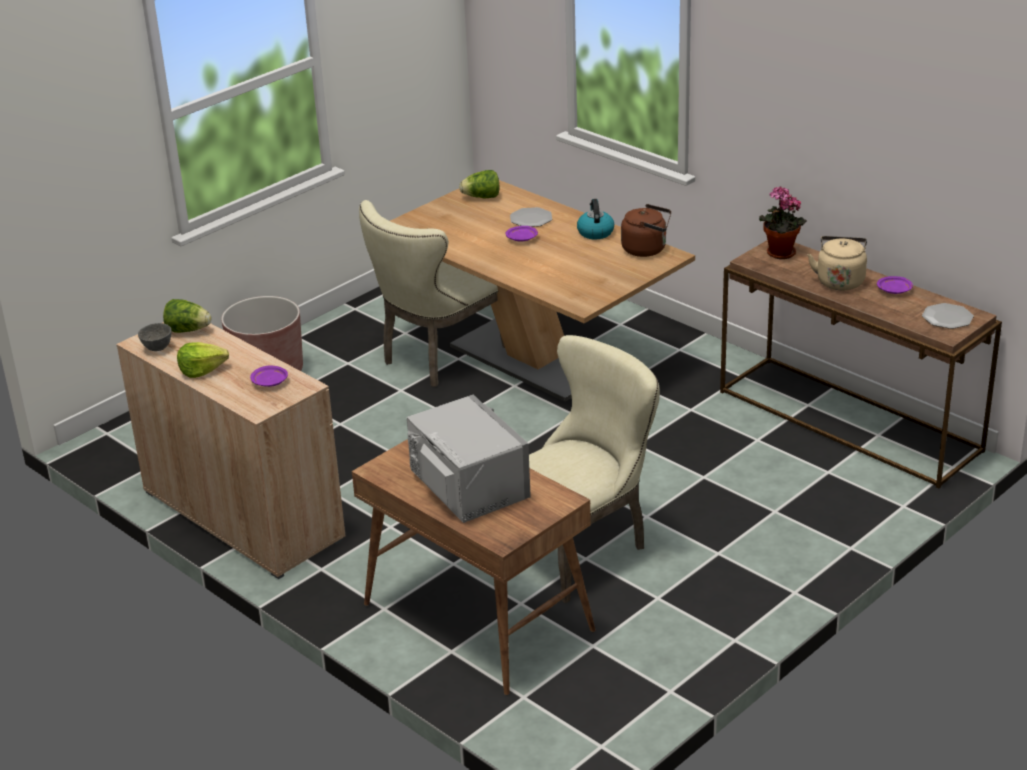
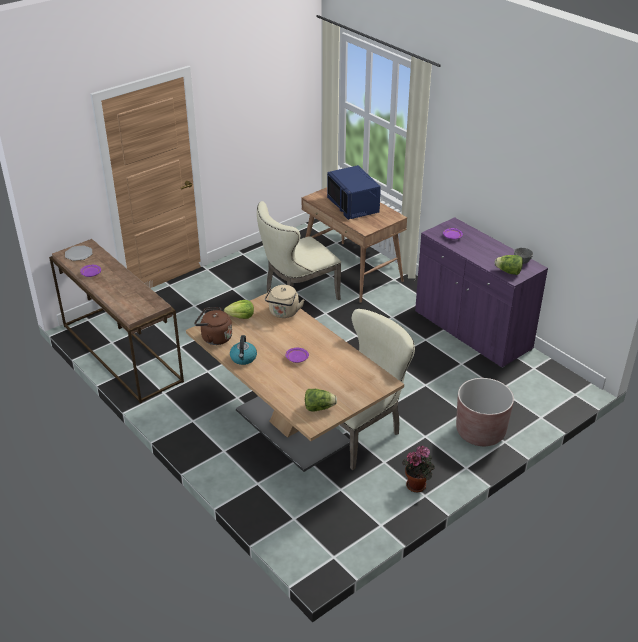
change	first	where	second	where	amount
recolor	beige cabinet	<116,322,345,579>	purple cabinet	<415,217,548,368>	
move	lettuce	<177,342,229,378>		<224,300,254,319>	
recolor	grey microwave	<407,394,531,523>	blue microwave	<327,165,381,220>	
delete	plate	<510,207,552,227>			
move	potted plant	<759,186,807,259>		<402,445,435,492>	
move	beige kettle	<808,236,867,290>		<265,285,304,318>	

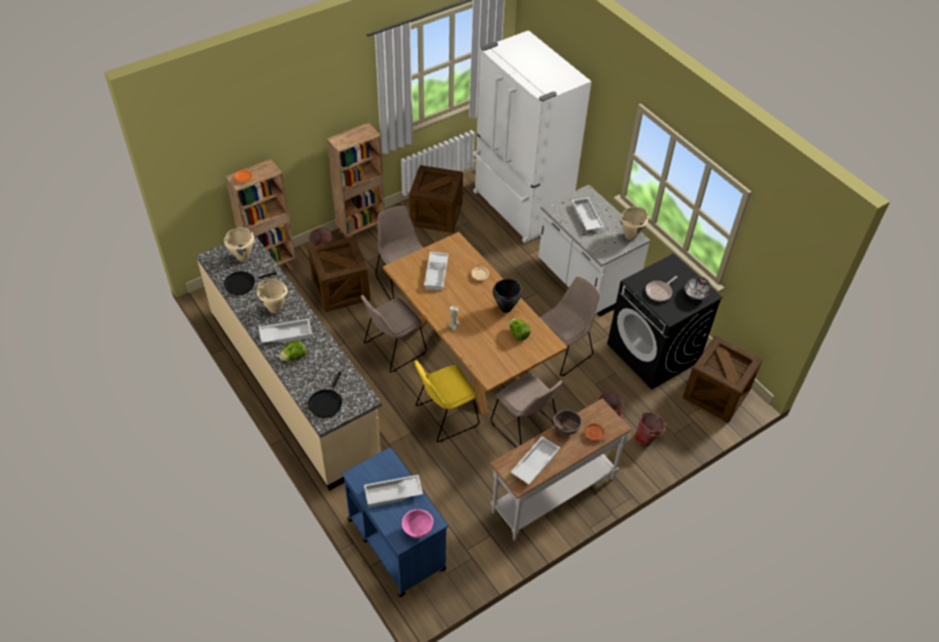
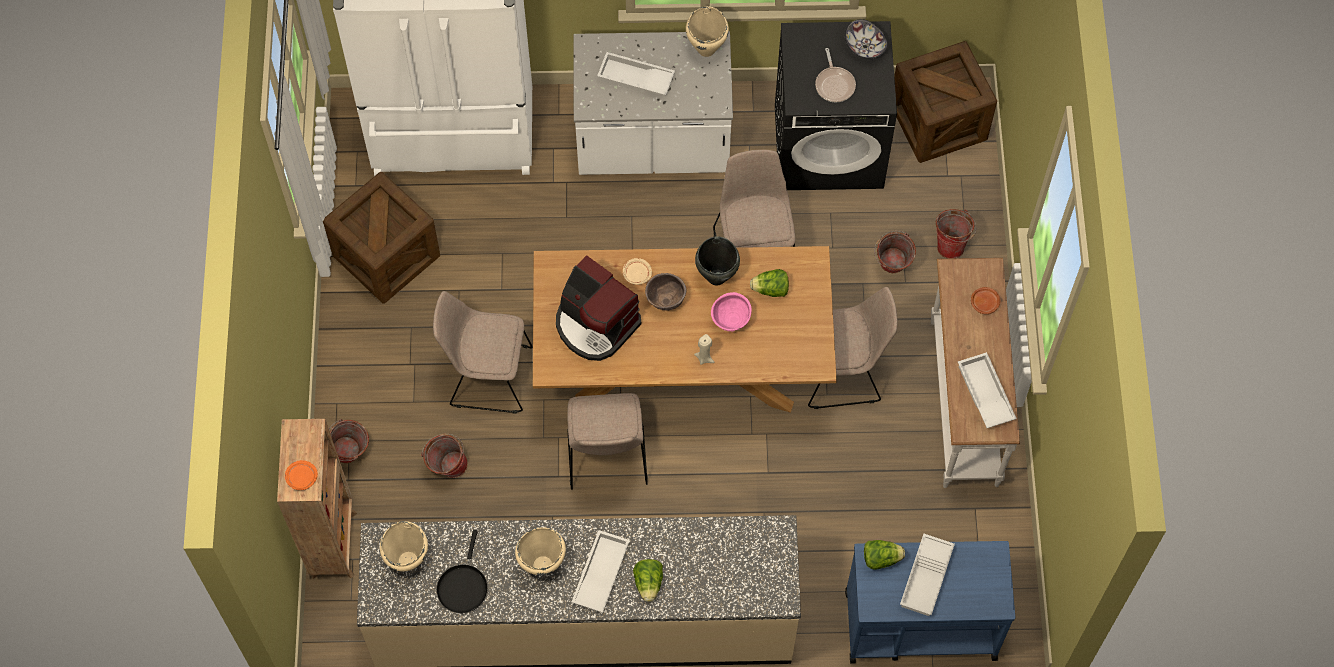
change	first	where	second	where	amount
replace	crate	<308,237,370,312>	bucket	<421,433,468,478>	
delete	black frying pan	<308,371,342,418>			
delete	brown bookcase	<327,122,385,237>			
move	pink bowl	<402,509,433,538>		<711,292,752,332>	
delete	yellow chair	<415,360,479,442>			
replace	white tray	<424,252,449,290>	coffee machine	<556,255,641,361>	
move	brown bowl	<553,410,582,435>		<645,273,686,311>	
insert			lettuce	<864,540,905,570>	

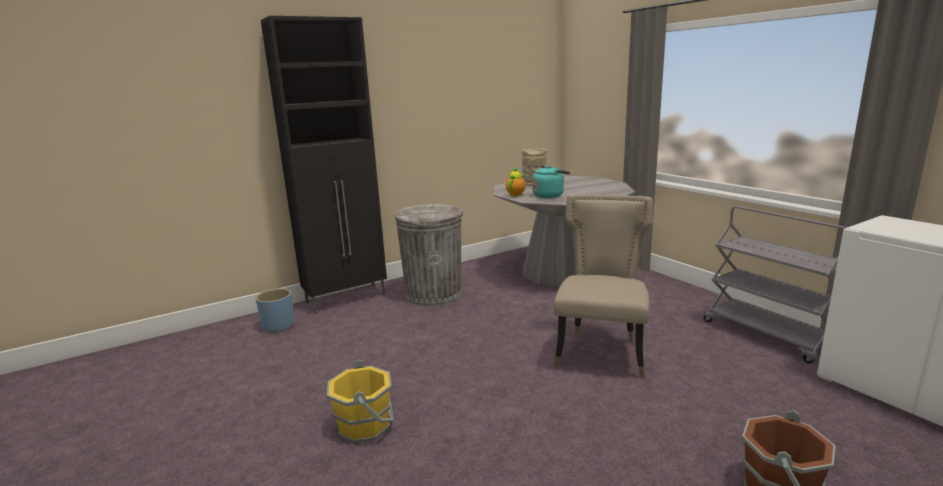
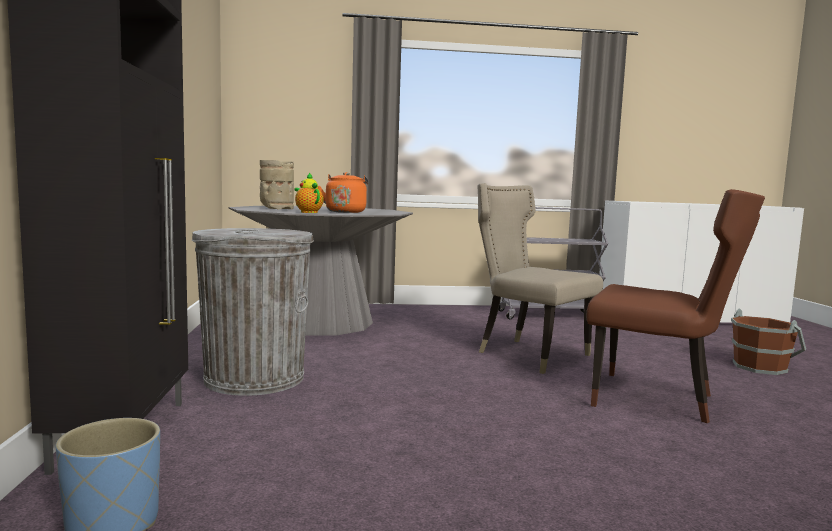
change	first	where	second	where	amount
delete	yellow bucket	<327,360,394,443>			
recolor	turquoise kettle	<532,166,570,198>	orange kettle	<318,172,369,213>	
insert			brown chair	<587,189,765,423>	

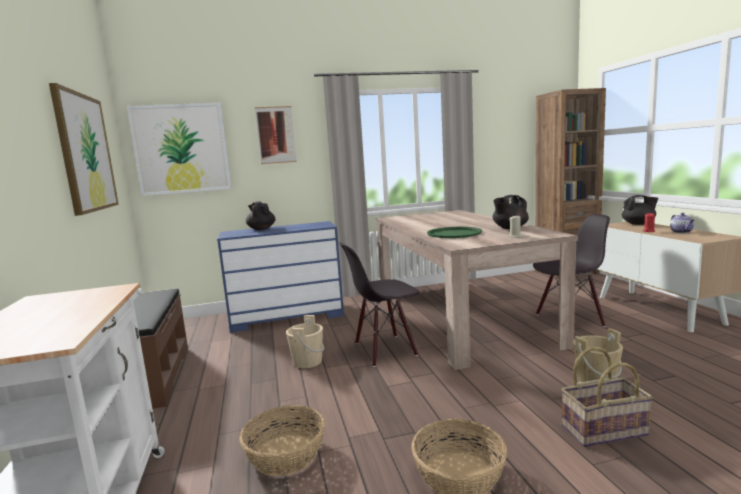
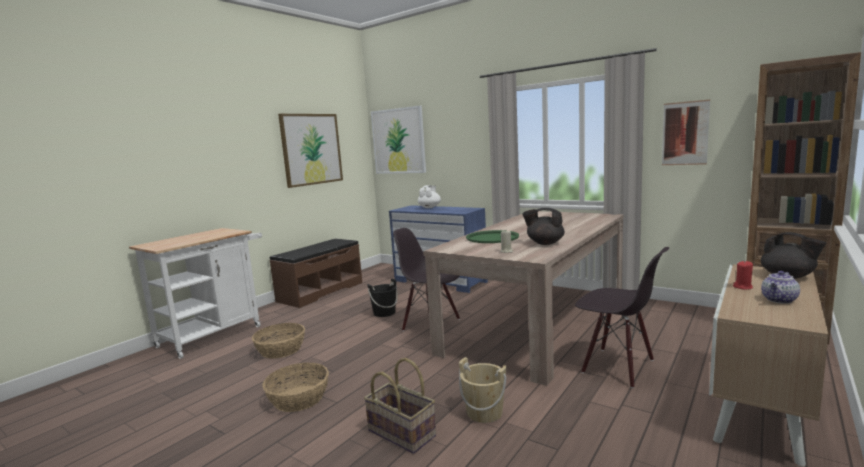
change	first	where	second	where	amount
recolor	black teapot	<246,201,275,230>	white teapot	<418,185,441,208>	
move	picture	<255,106,297,164>		<662,100,710,165>	
recolor	beige bucket	<286,315,324,368>	black bucket	<367,279,398,317>	

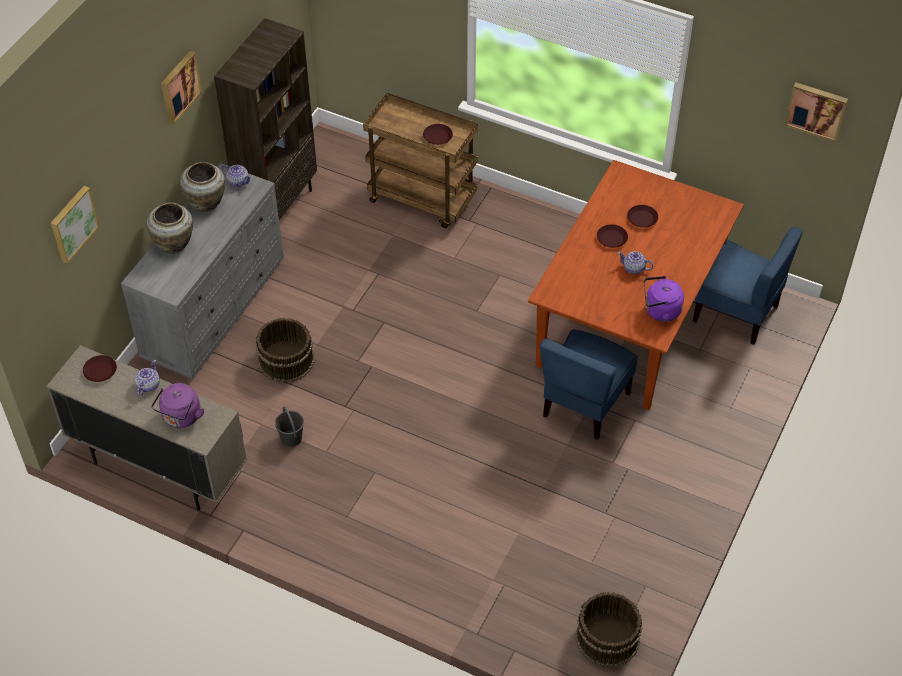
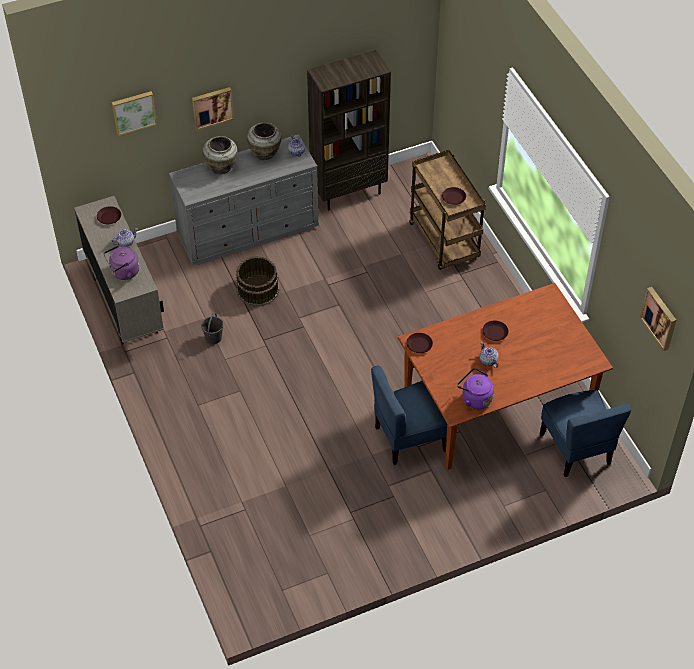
change	first	where	second	where	amount
move	picture	<161,51,203,125>		<192,87,234,131>	
delete	brown bucket	<576,592,642,667>			
move	brown plate	<627,205,658,228>		<407,333,433,353>	

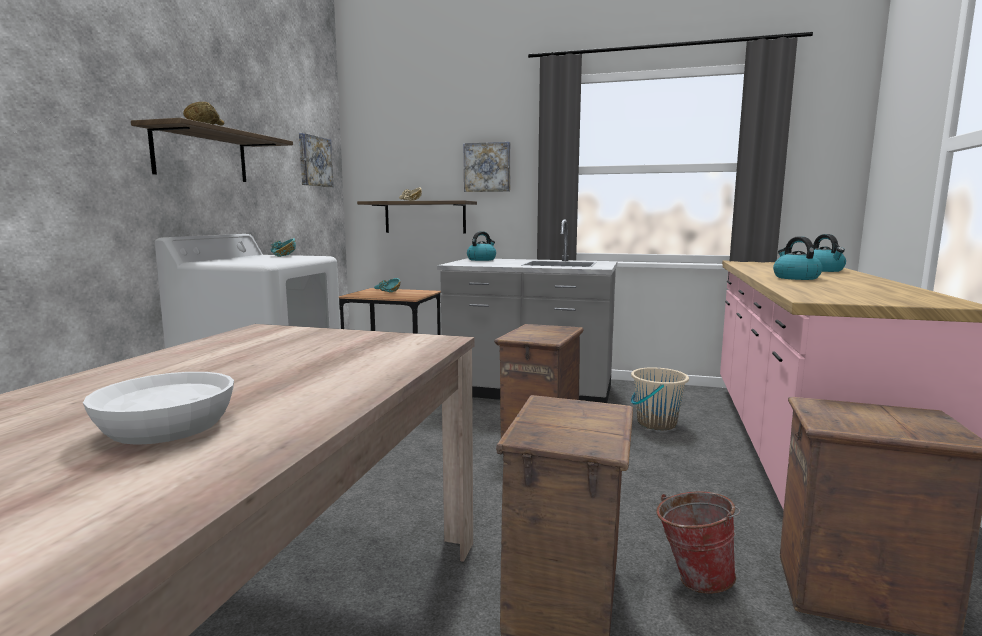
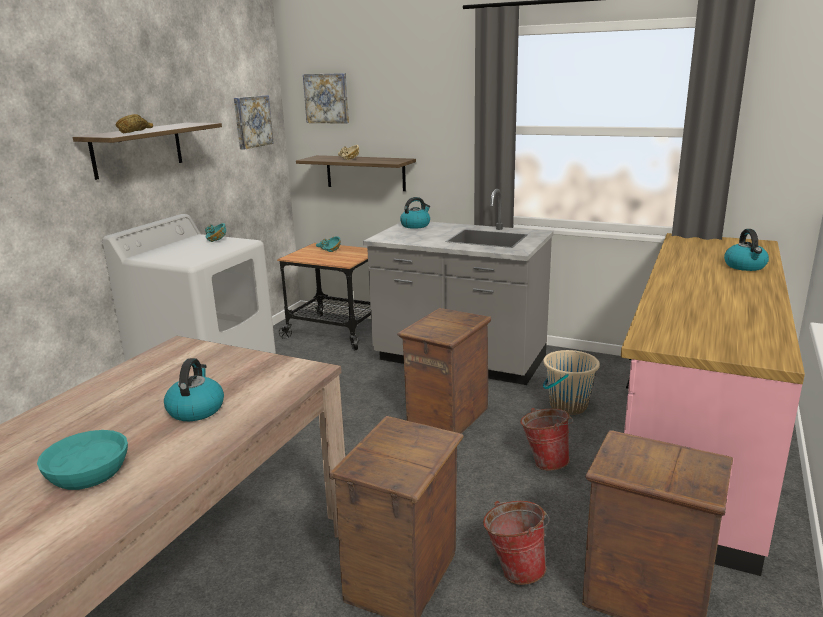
change	first	where	second	where	amount
recolor	white bowl	<83,372,234,445>	turquoise bowl	<37,430,128,490>	
move	picture	<464,142,510,192>		<303,73,349,124>	
move	kettle	<773,236,823,280>		<164,358,224,421>	
insert			bucket	<520,408,573,470>	

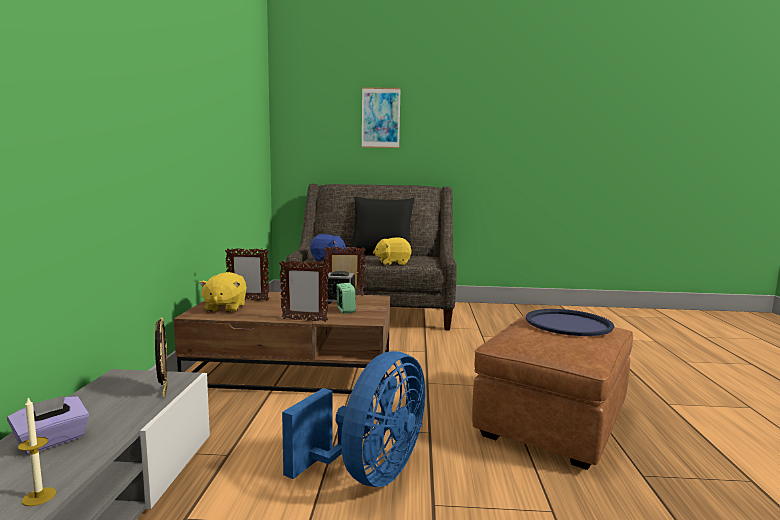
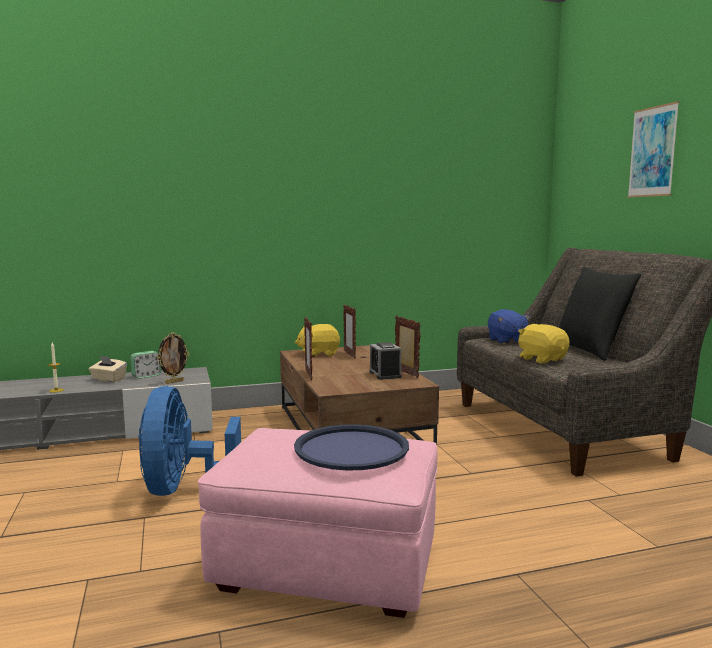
change	first	where	second	where	amount
recolor	purple tissue box	<7,395,90,455>	beige tissue box	<89,356,127,382>	
rotate	blue fan	<282,351,425,487>		<139,386,241,496>	75 degrees clockwise
move	alarm clock	<336,283,356,314>		<130,351,161,379>	
recolor	brown ottoman	<472,314,633,470>	pink ottoman	<198,428,438,618>	

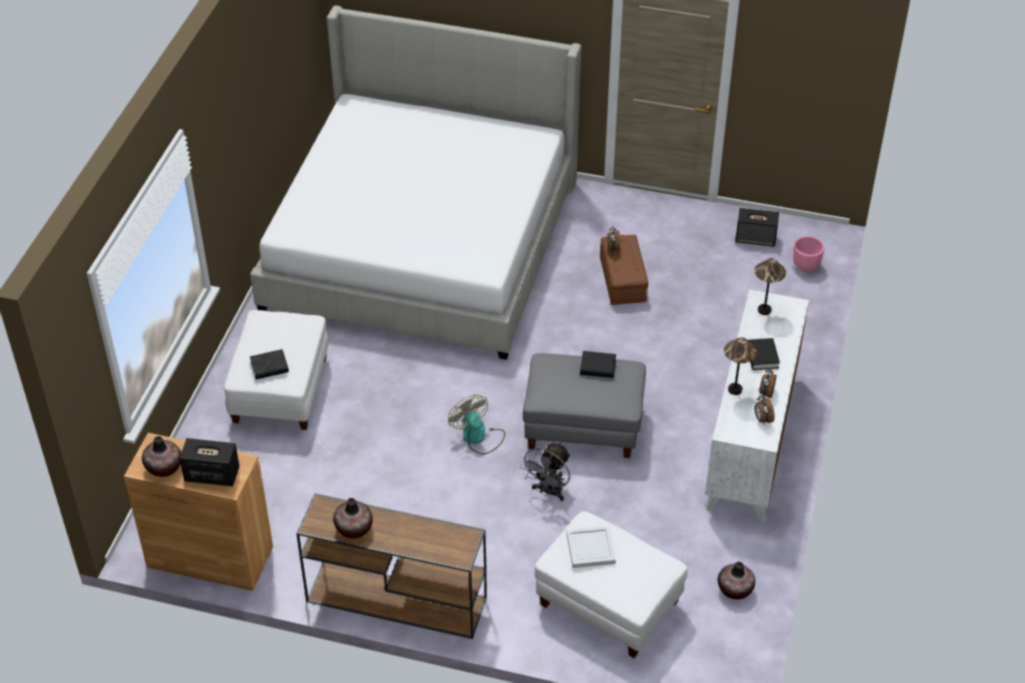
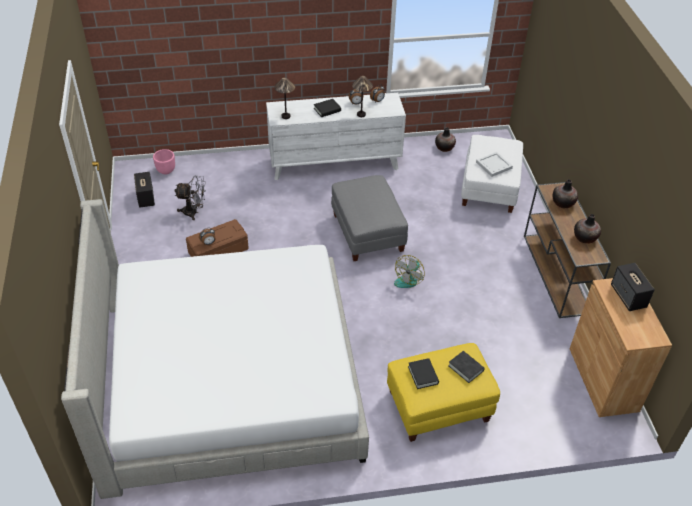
change	first	where	second	where	amount
move	vase	<142,436,181,477>		<553,179,578,208>	
recolor	white ottoman	<224,310,328,430>	yellow ottoman	<387,343,500,442>	
move	grey fan	<520,442,570,501>		<175,175,206,220>	
move	black book	<580,351,616,378>		<408,358,439,389>	

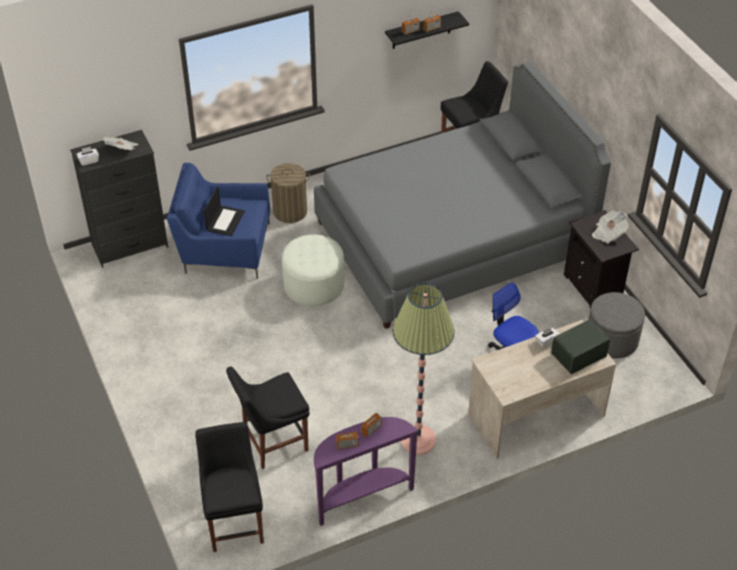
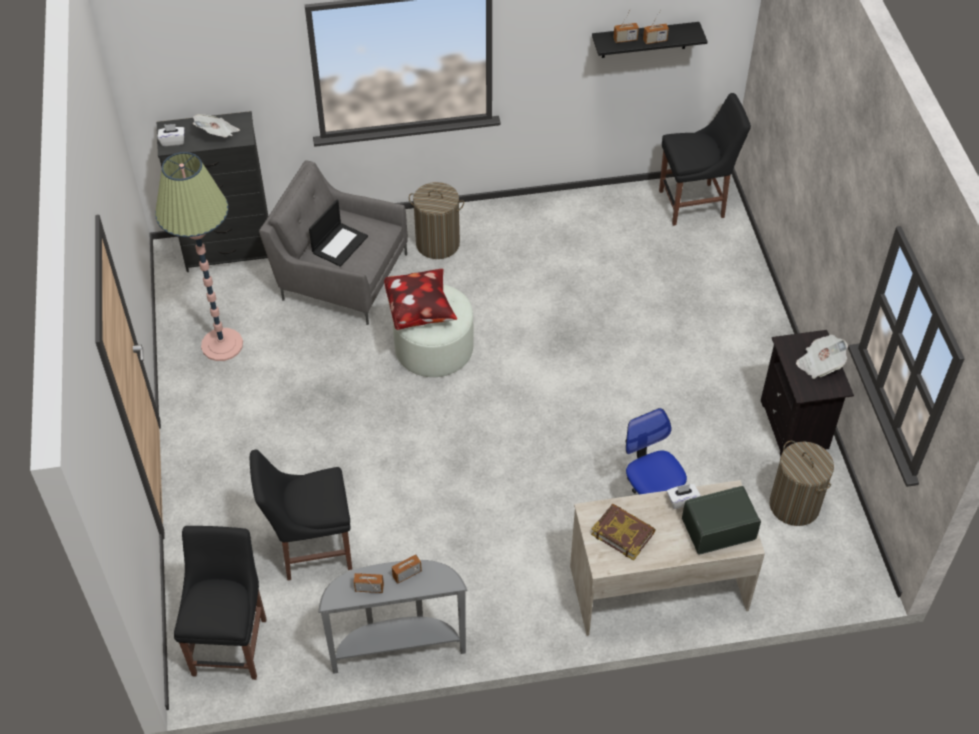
change	first	where	second	where	amount
recolor	blue armchair	<167,163,270,279>	grey armchair	<259,160,408,325>	
delete	grey bed	<314,61,611,329>			
recolor	purple console table	<314,417,419,526>	grey console table	<318,560,468,674>	
move	floor lamp	<393,283,455,455>		<155,152,243,361>	
replace	grey ottoman	<588,292,645,359>	laundry basket	<770,440,834,526>	
insert			pillow	<384,269,457,330>	
insert			book	<591,504,656,560>	

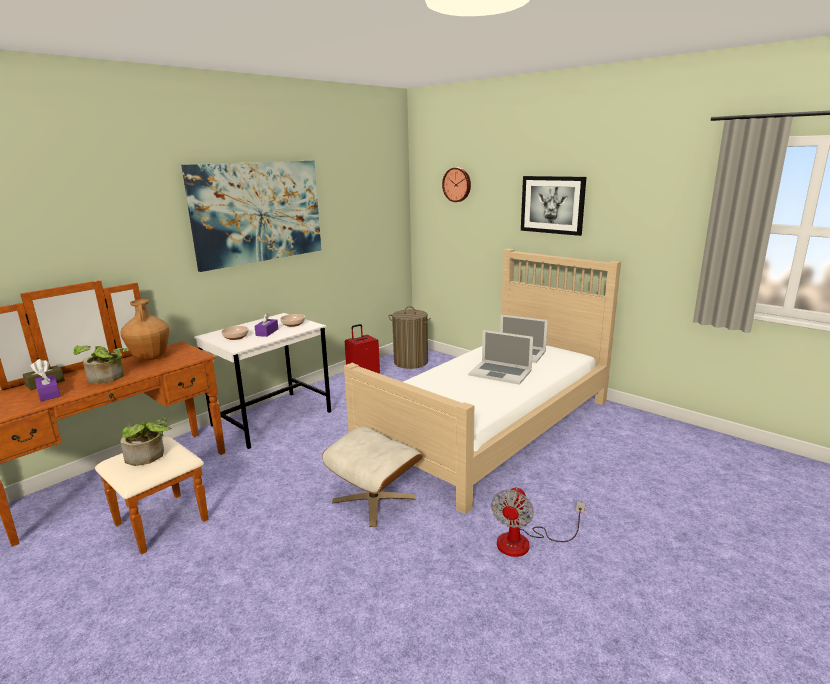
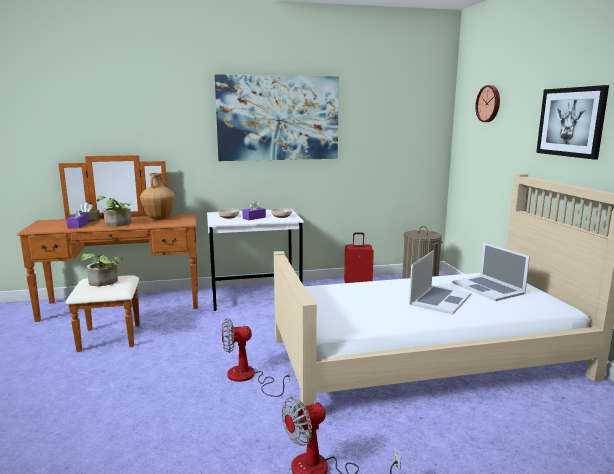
change	first	where	second	where	amount
replace	beige ottoman	<322,426,422,527>	fan	<222,318,290,397>	
rotate	laptop	<468,330,533,385>		<409,250,471,315>	120 degrees counterclockwise

